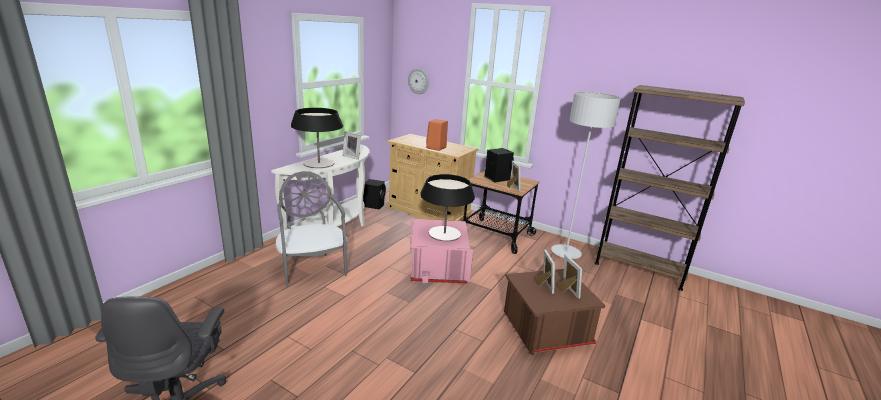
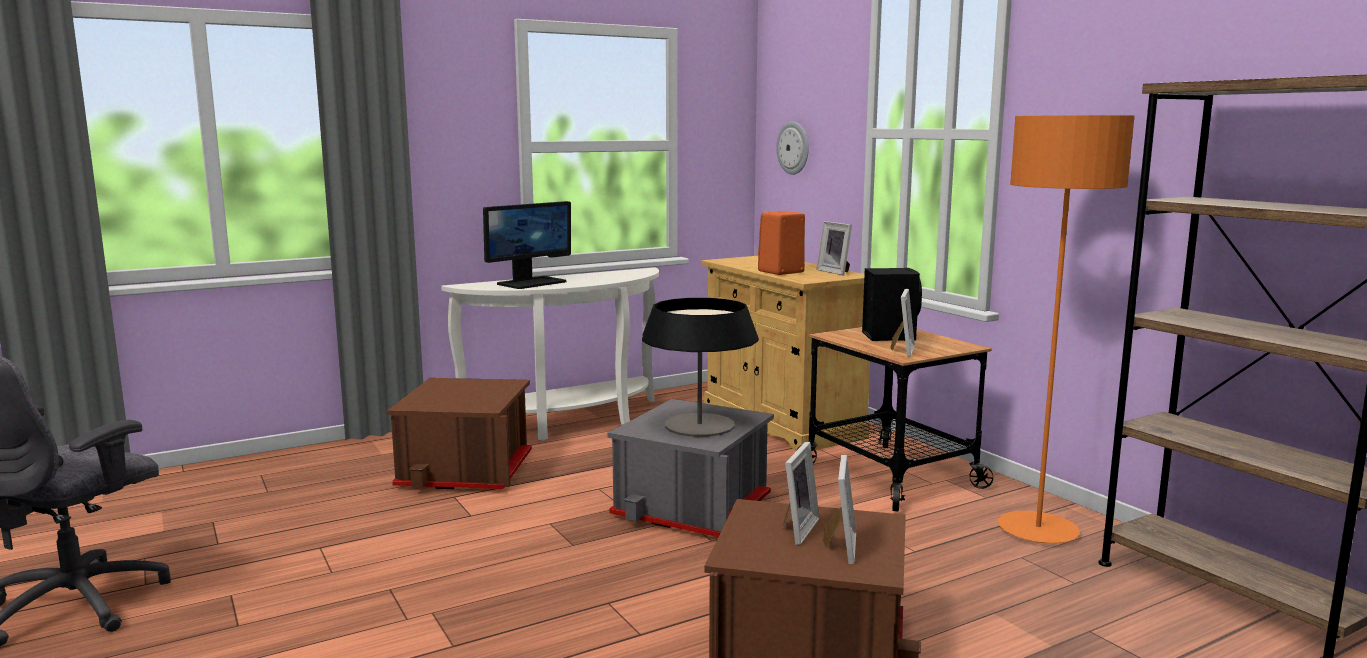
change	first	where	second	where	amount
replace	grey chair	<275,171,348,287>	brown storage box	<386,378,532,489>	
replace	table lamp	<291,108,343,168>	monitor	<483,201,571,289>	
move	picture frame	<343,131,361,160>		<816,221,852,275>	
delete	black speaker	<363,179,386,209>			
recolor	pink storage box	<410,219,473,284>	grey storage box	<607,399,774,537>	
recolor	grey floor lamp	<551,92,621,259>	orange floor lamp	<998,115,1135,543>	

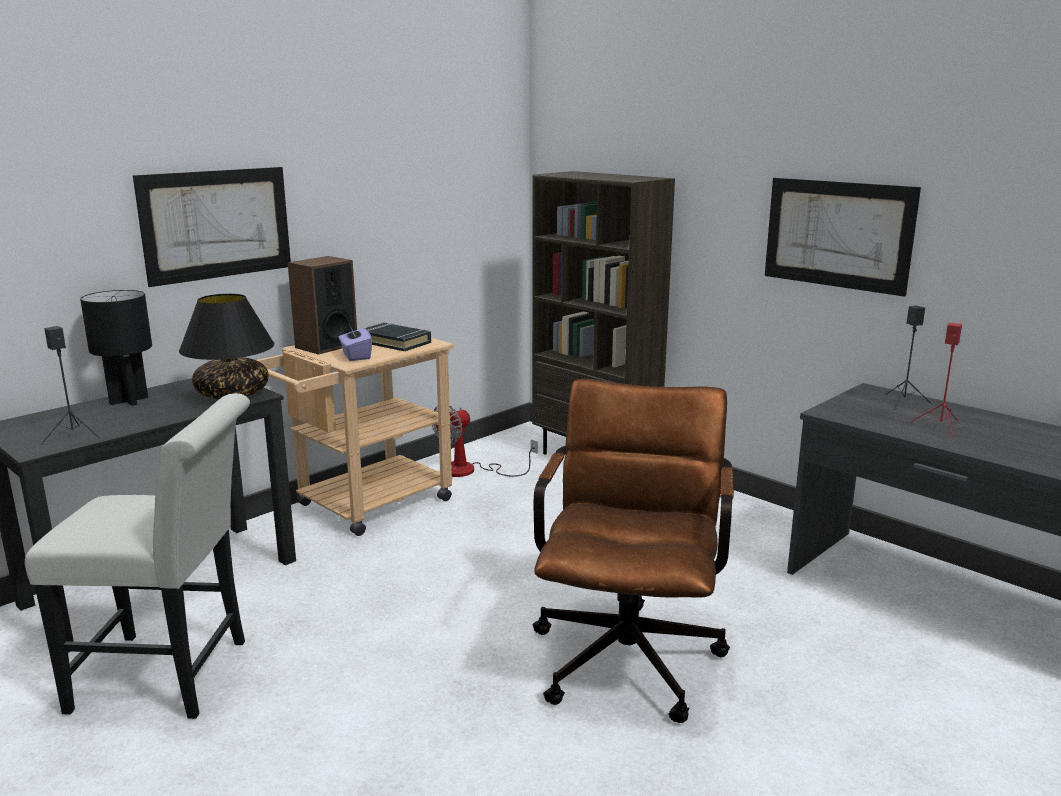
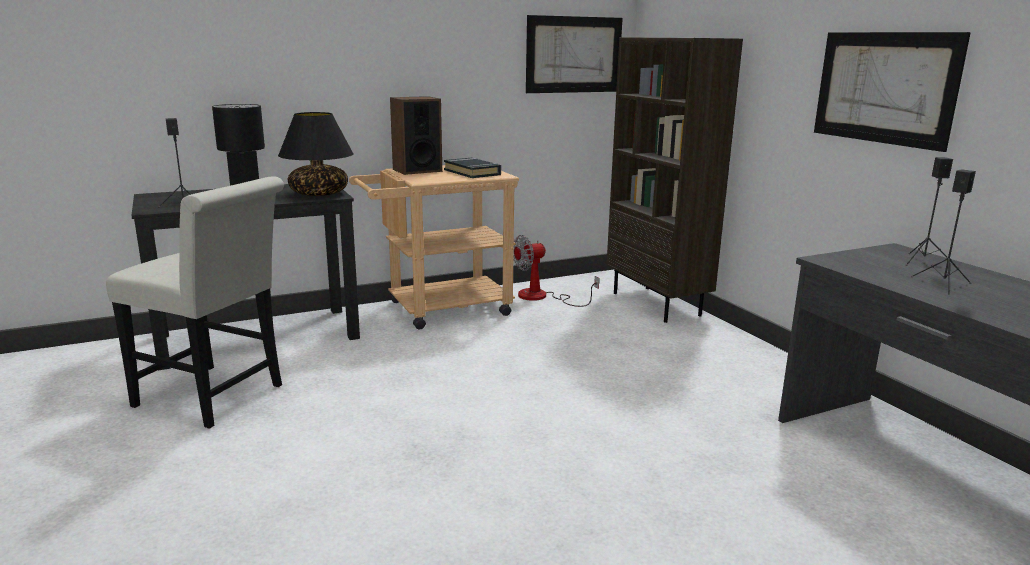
change	first	where	second	where	amount
move	picture	<133,167,291,287>		<526,15,623,93>	
delete	purple tissue box	<339,324,372,361>			
delete	brown office chair	<533,379,734,723>			
recolor	red speaker	<909,323,962,438>	black speaker	<911,169,976,294>	

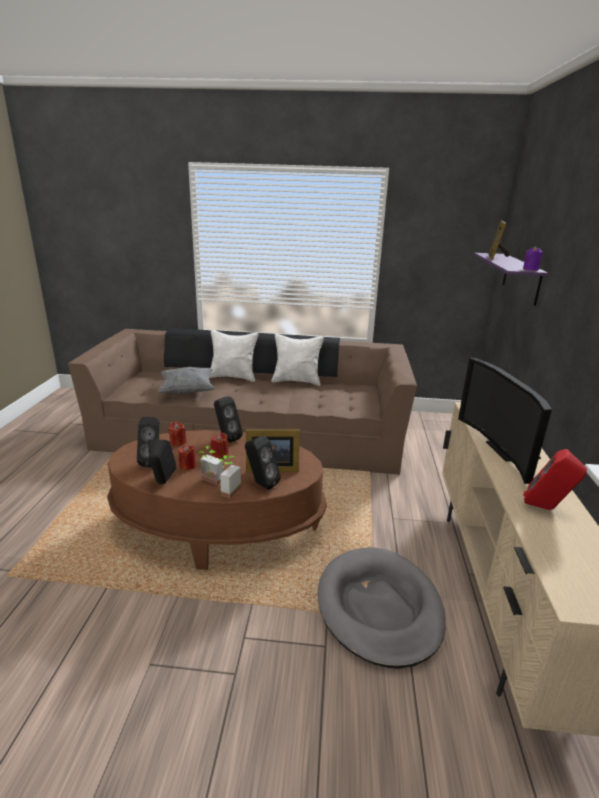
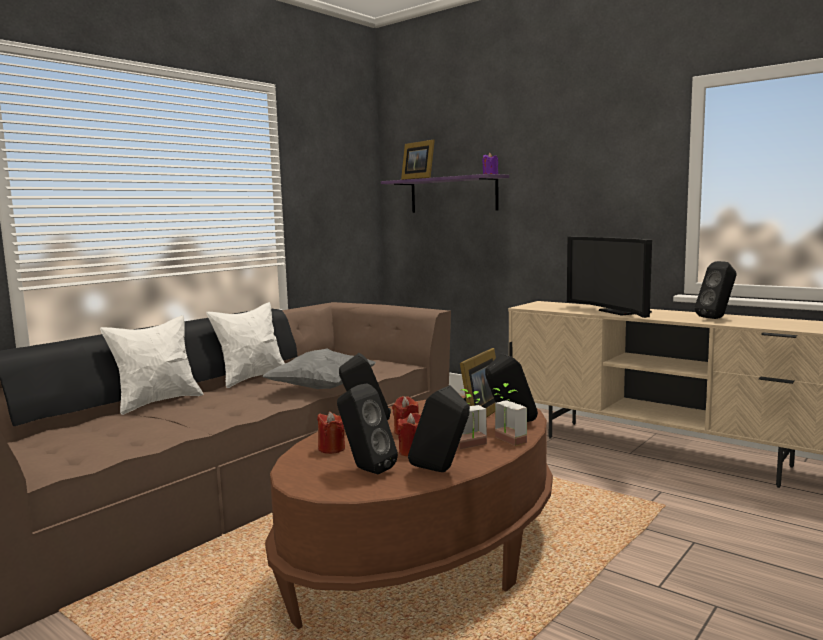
change	first	where	second	where	amount
move	grey pillow	<158,367,215,394>		<262,348,375,389>	
delete	grey dog bed	<318,547,446,669>			
rotate	television	<458,358,552,484>		<567,237,652,318>	45 degrees clockwise
recolor	red speaker	<523,449,587,510>	black speaker	<695,261,737,319>	

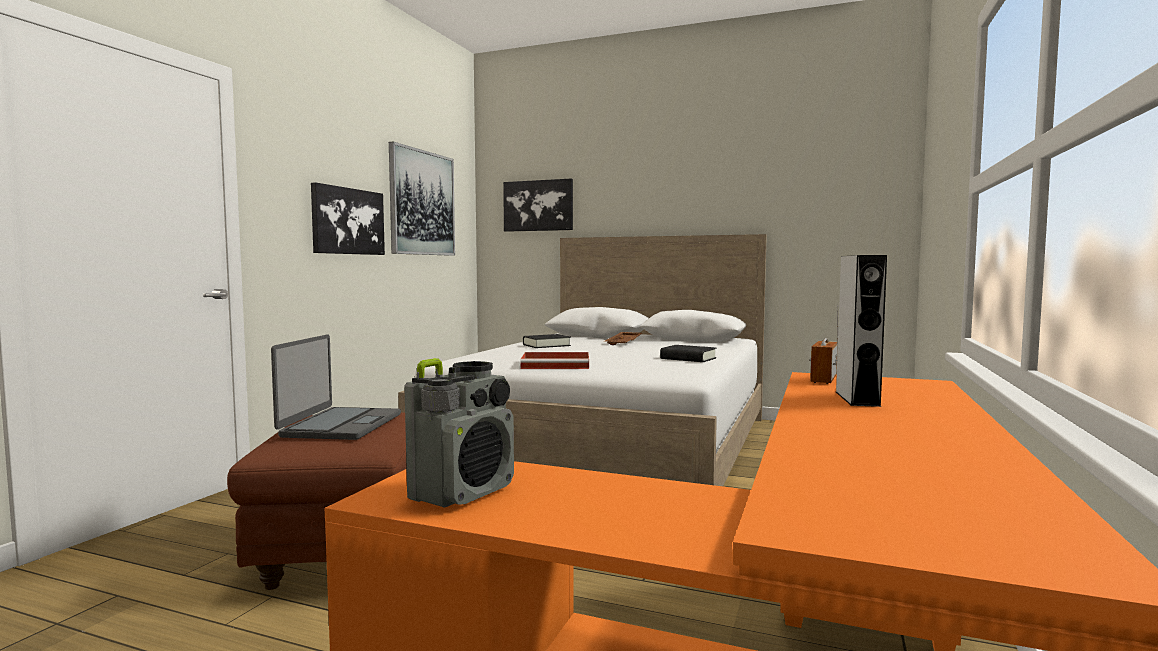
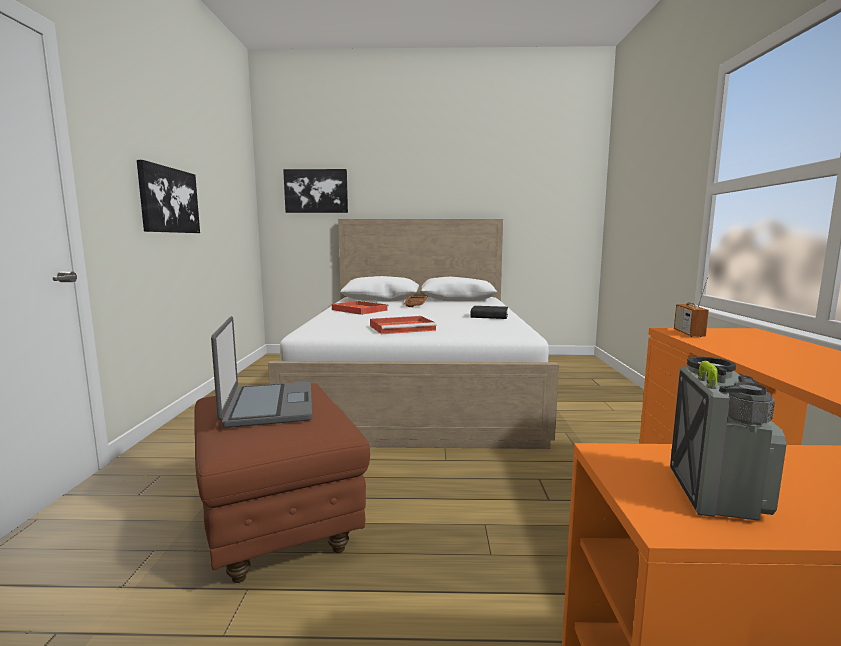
change	first	where	second	where	amount
delete	picture	<389,142,455,256>			
replace	black book	<523,334,571,348>	red tray	<332,301,389,315>	
delete	grey speaker	<836,255,887,407>			

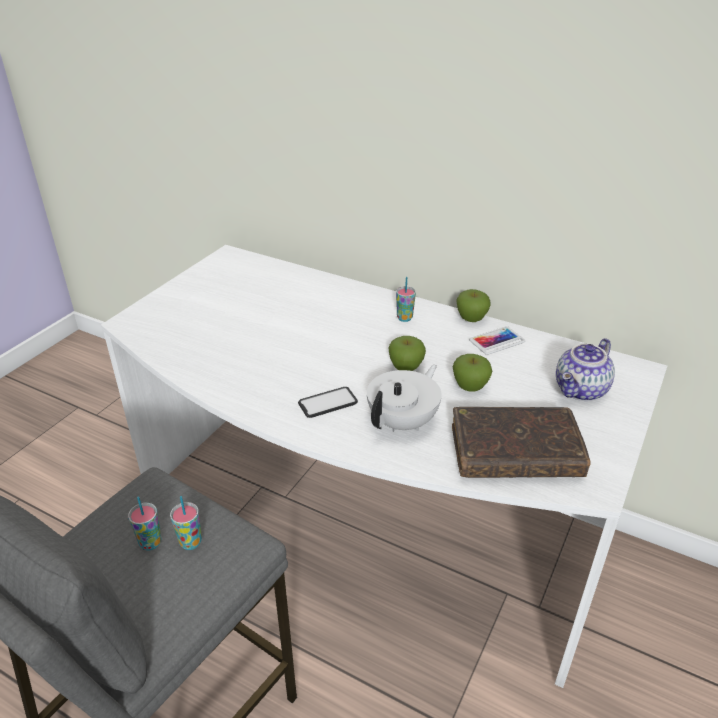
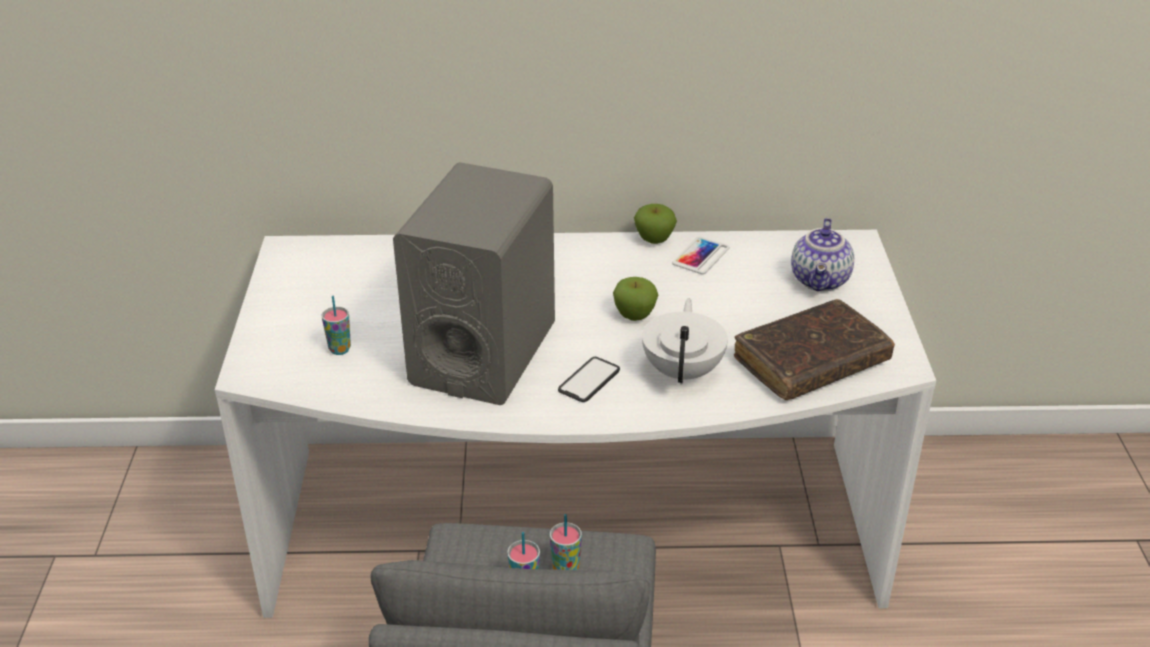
change	first	where	second	where	amount
move	cup	<396,277,416,322>		<322,296,351,355>	
delete	apple	<453,354,492,392>			
insert			grey speaker	<393,162,555,405>	

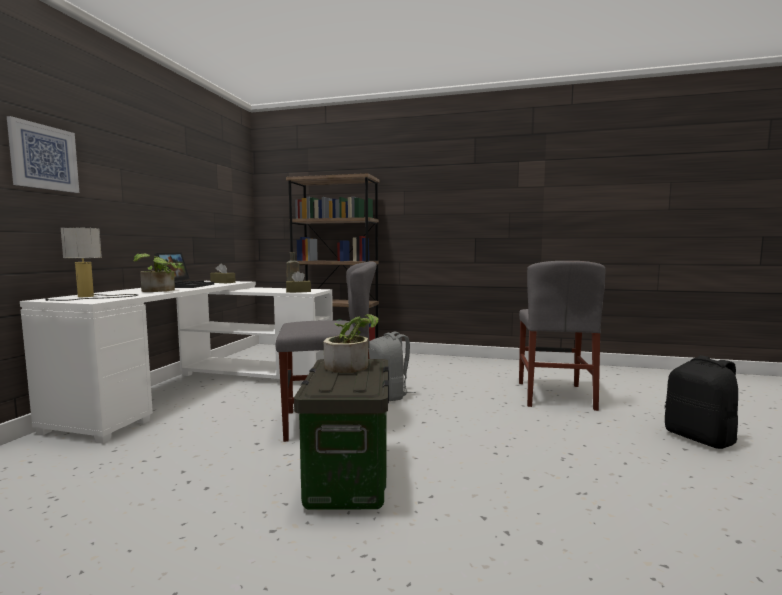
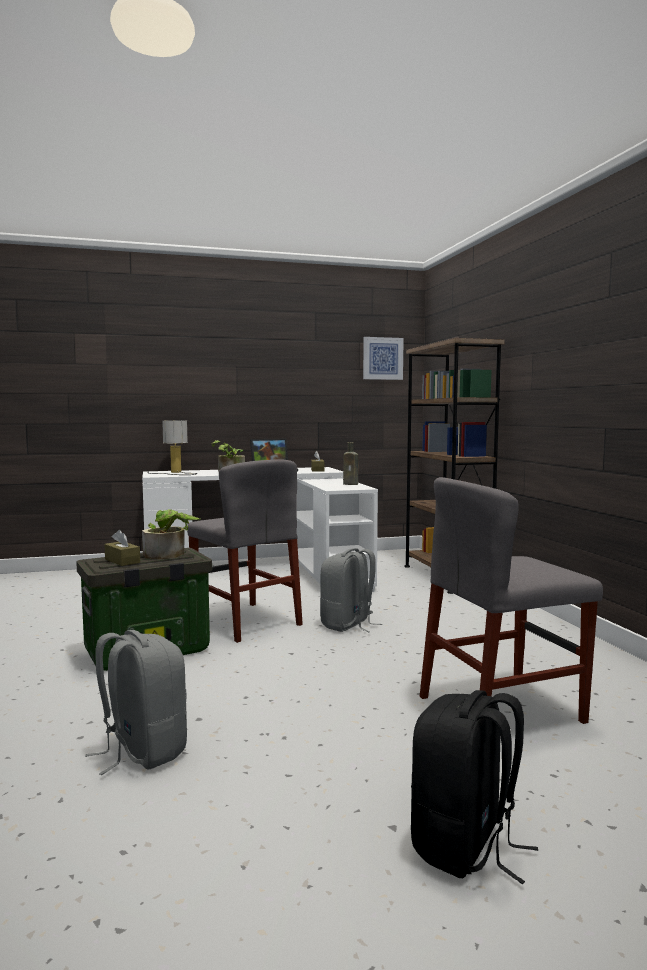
change	first	where	second	where	amount
move	picture	<7,116,79,193>		<363,337,404,380>	
move	brown tissue box	<286,271,311,293>		<105,530,140,566>	
insert			grey backpack	<85,630,187,775>	

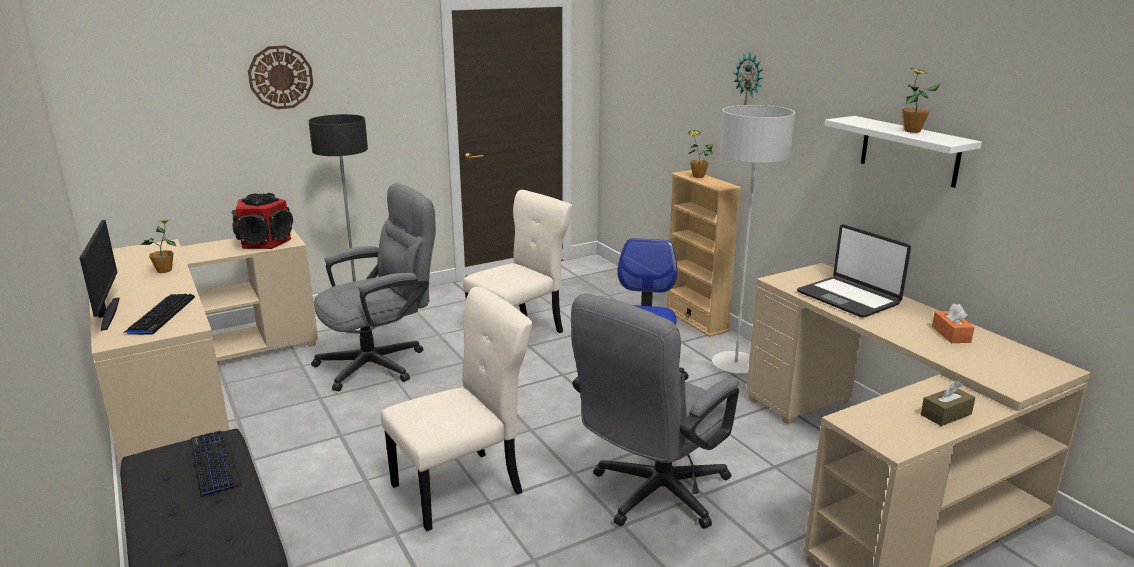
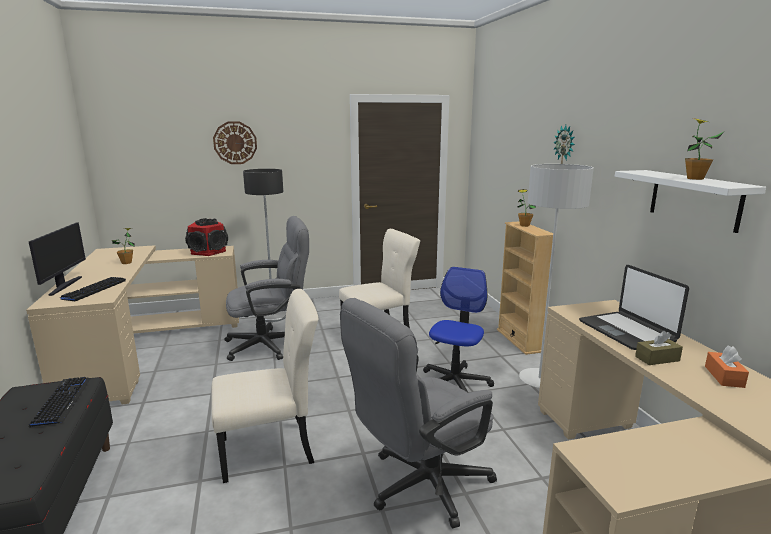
change	first	where	second	where	amount
move	brown tissue box	<921,381,975,426>		<635,331,683,365>	

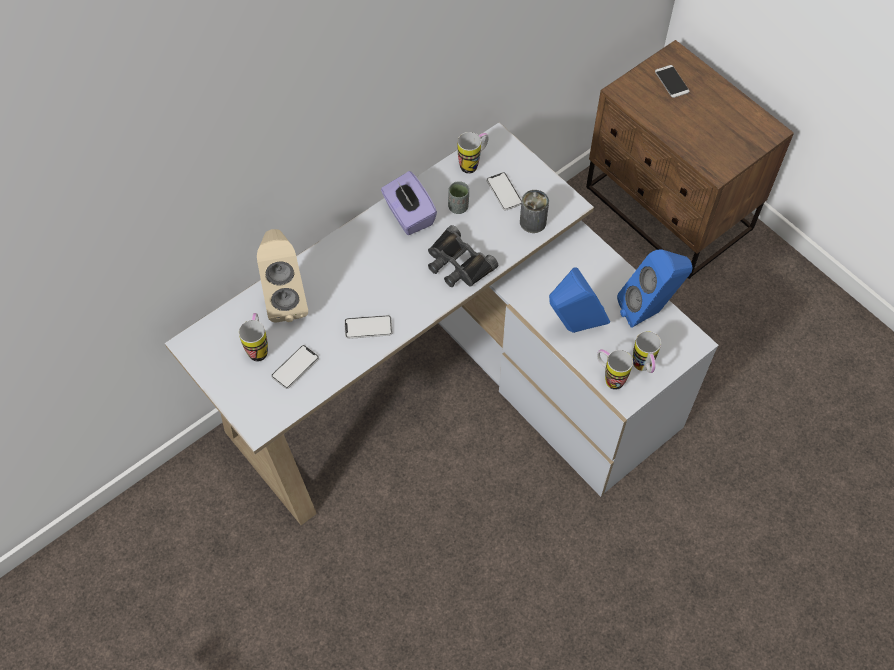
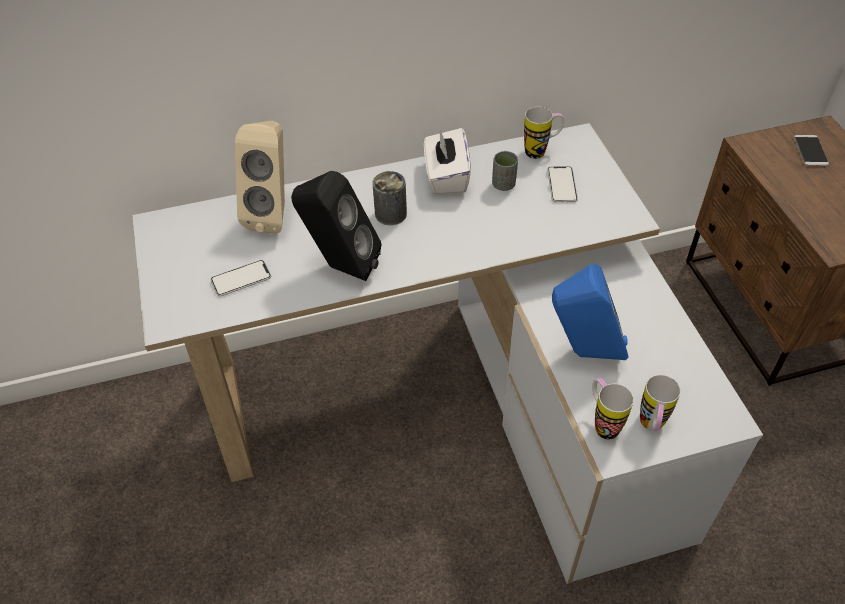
change	first	where	second	where	amount
delete	mug	<239,313,268,362>			
replace	phone	<344,315,393,339>	black speaker	<291,171,382,281>	
recolor	purple tissue box	<381,171,437,235>	white tissue box	<424,128,471,195>	
delete	black binoculars	<428,225,498,287>			
move	can	<520,190,549,233>		<372,171,407,225>	
delete	blue speaker	<617,250,693,328>			

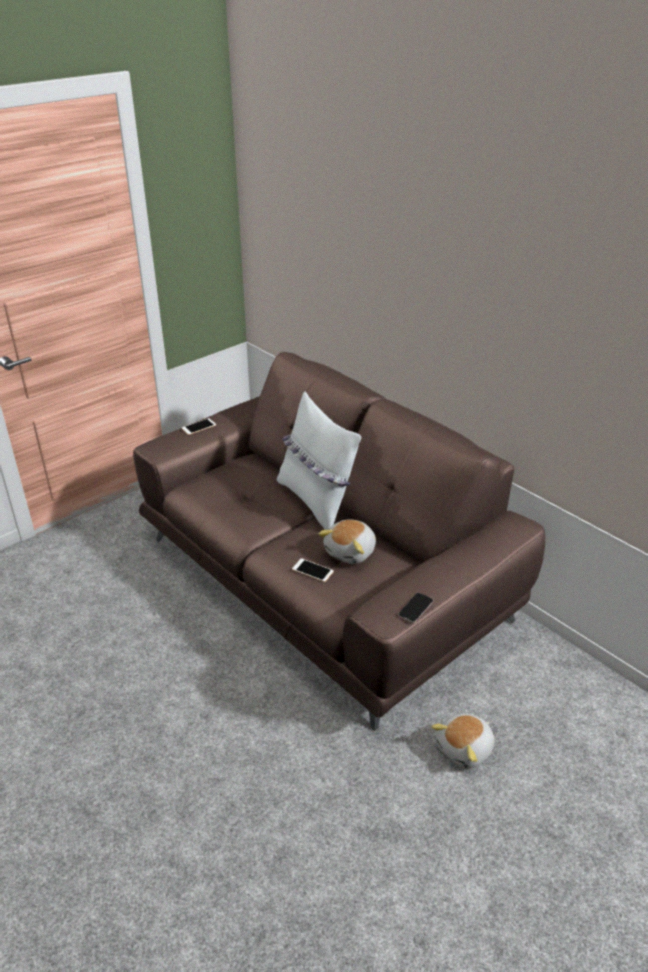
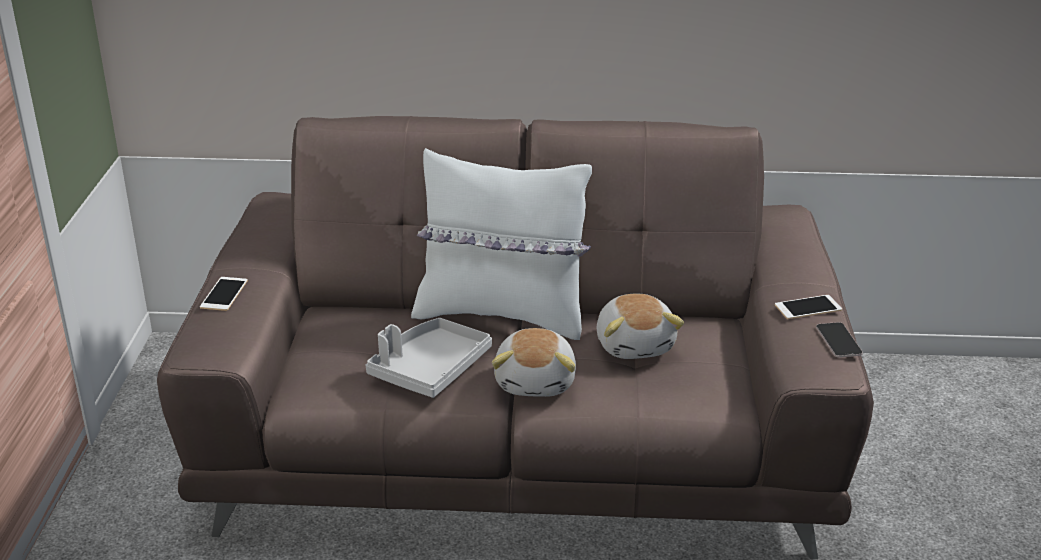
change	first	where	second	where	amount
move	phone	<292,558,334,582>		<775,295,842,319>	
move	plush toy	<431,713,495,768>		<492,328,576,397>	
insert			grey tray	<366,318,492,398>	

